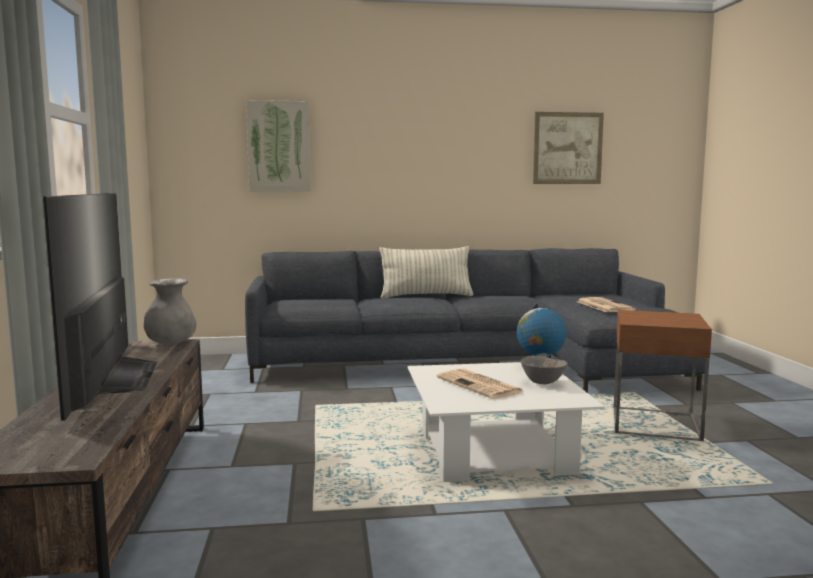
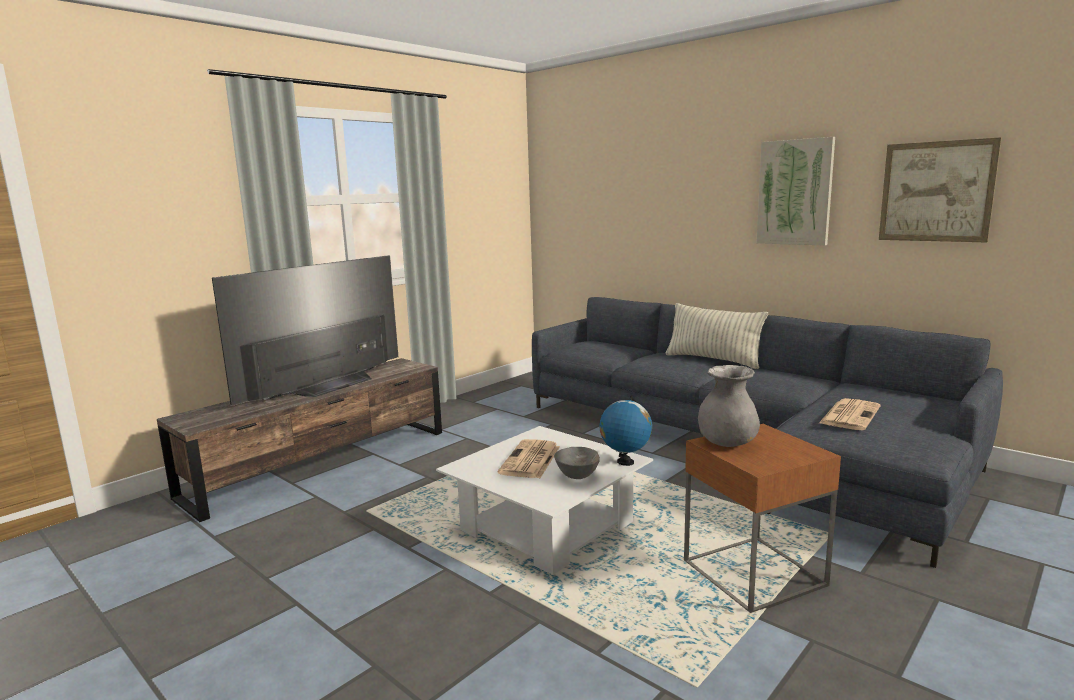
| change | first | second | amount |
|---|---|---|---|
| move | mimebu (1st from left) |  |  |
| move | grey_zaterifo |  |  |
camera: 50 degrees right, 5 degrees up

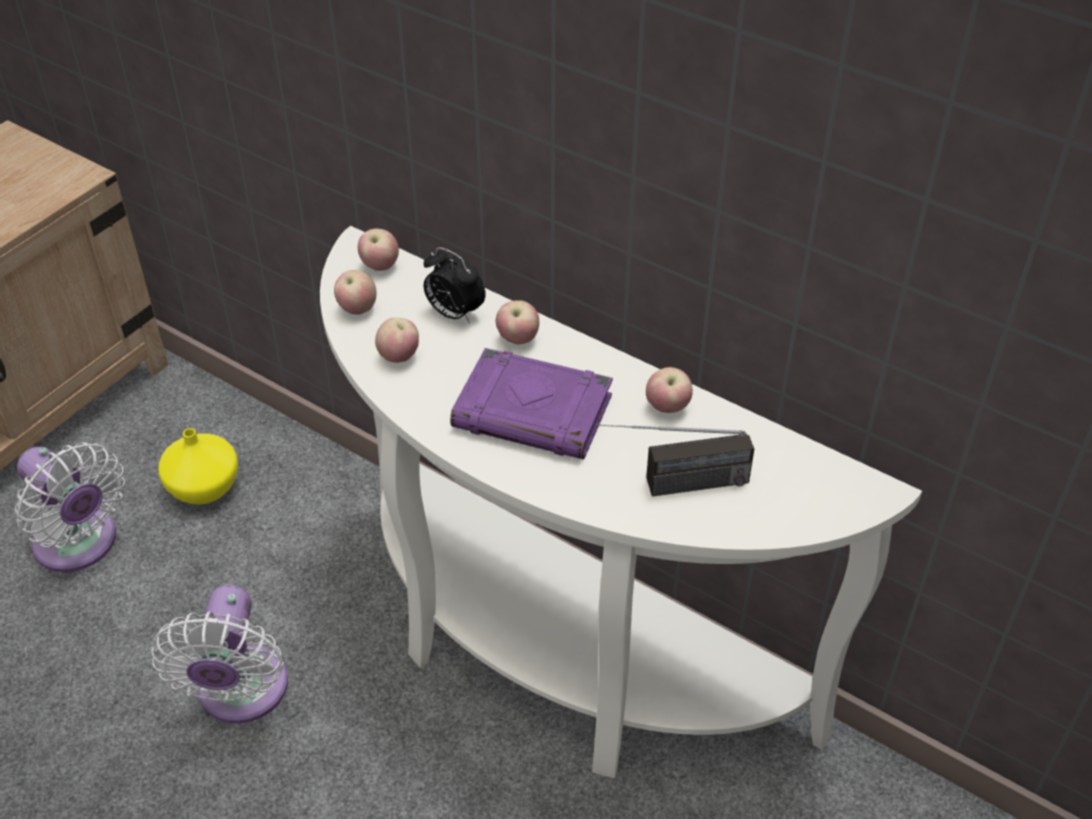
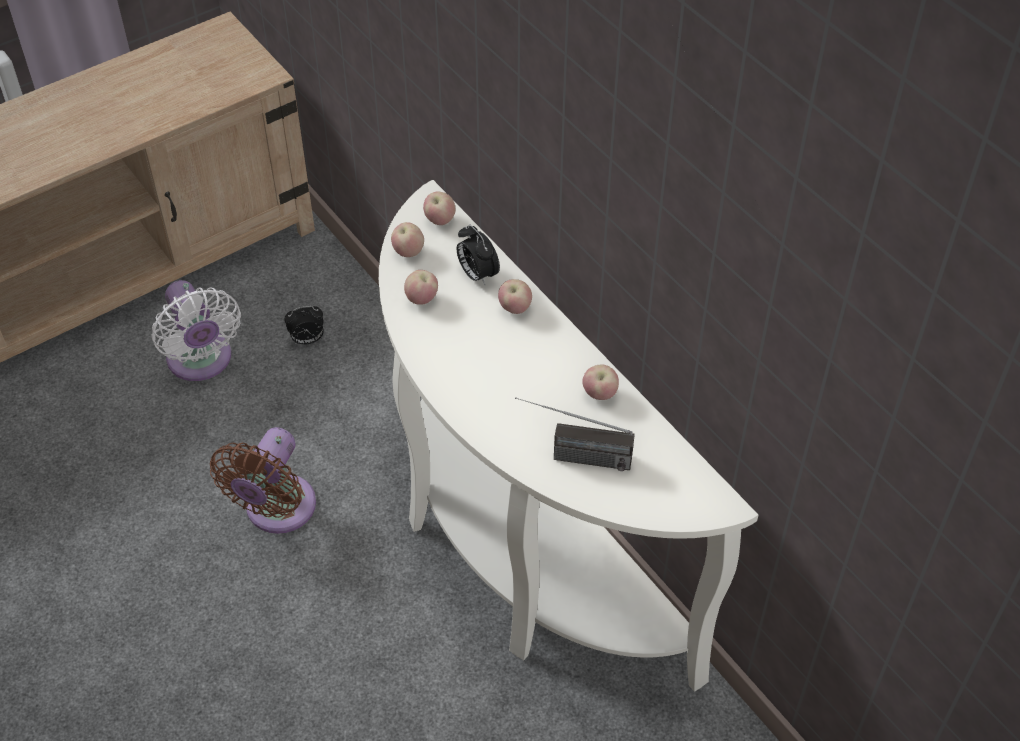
| change | first | second | amount |
|---|---|---|---|
| delete | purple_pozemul |  |  |
| replace | yellow_zaterifo | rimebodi (1st from left) |  |
| recolor | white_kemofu (2nd from left) | brown_kemofu |  |
camera: 20 degrees right, 5 degrees up

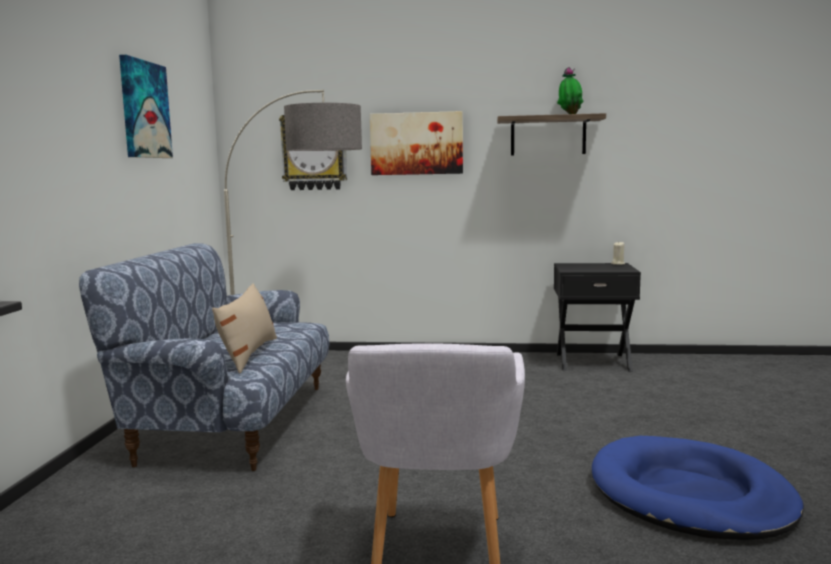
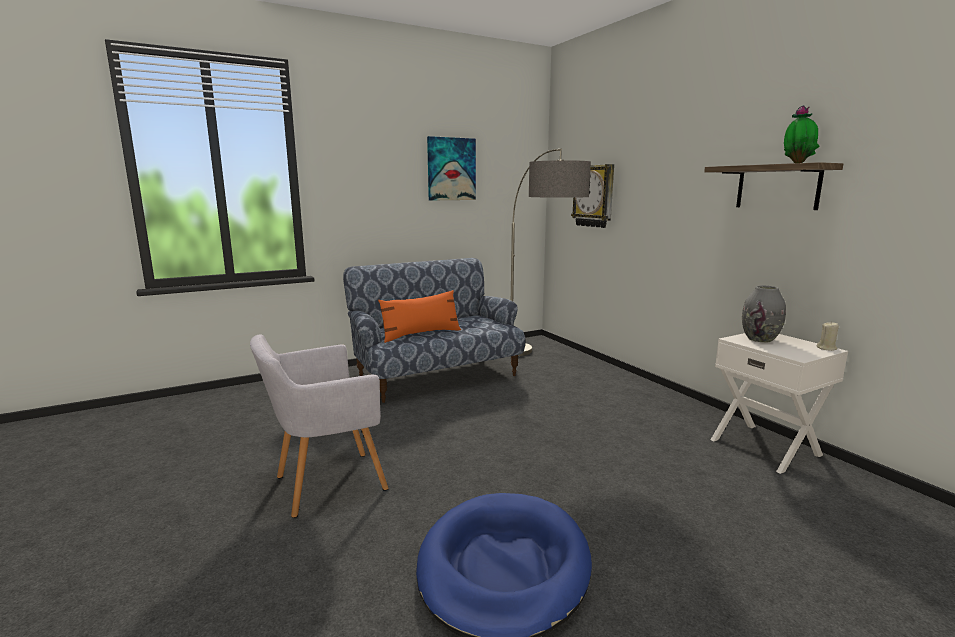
| change | first | second | amount |
|---|---|---|---|
| delete | mimebu (2nd from left) |  |  |
| recolor | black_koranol | white_koranol |  |
| recolor | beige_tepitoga | orange_tepitoga |  |
| insert |  | grey_zaterifo |  |
camera: 55 degrees right, 5 degrees up

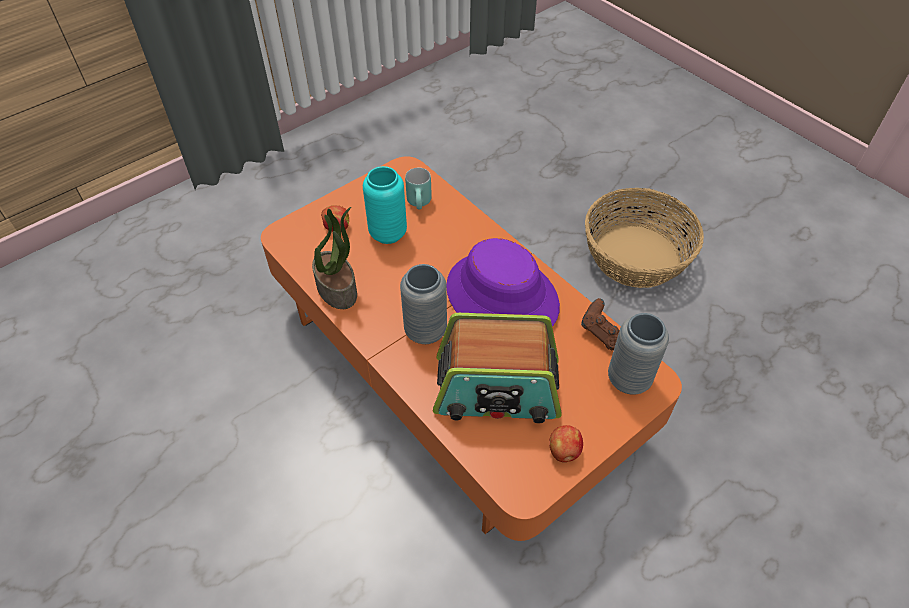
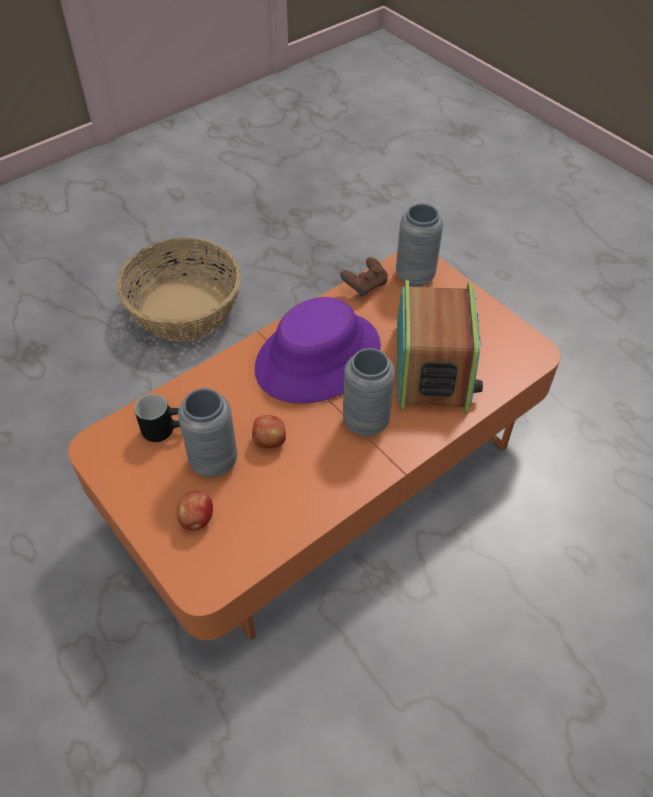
| change | first | second | amount |
|---|---|---|---|
| recolor | turquoise_zaterifo | grey_zaterifo (1st from left) |  |
| recolor | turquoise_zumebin | black_zumebin |  |
| delete | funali |  |  |
| move | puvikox (2nd from left) |  |  |
camera: 90 degrees left, 0 degrees up

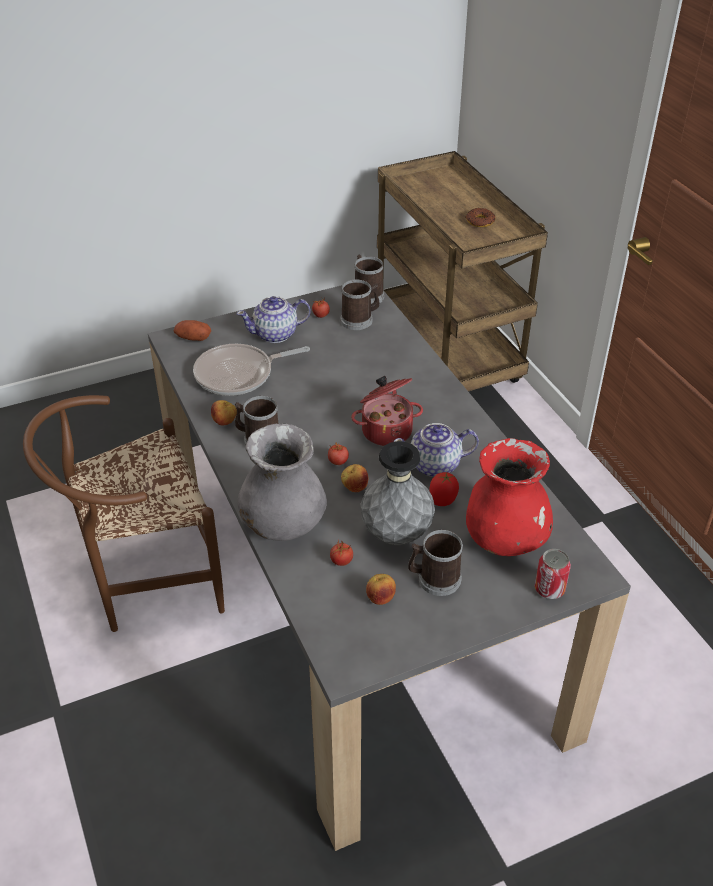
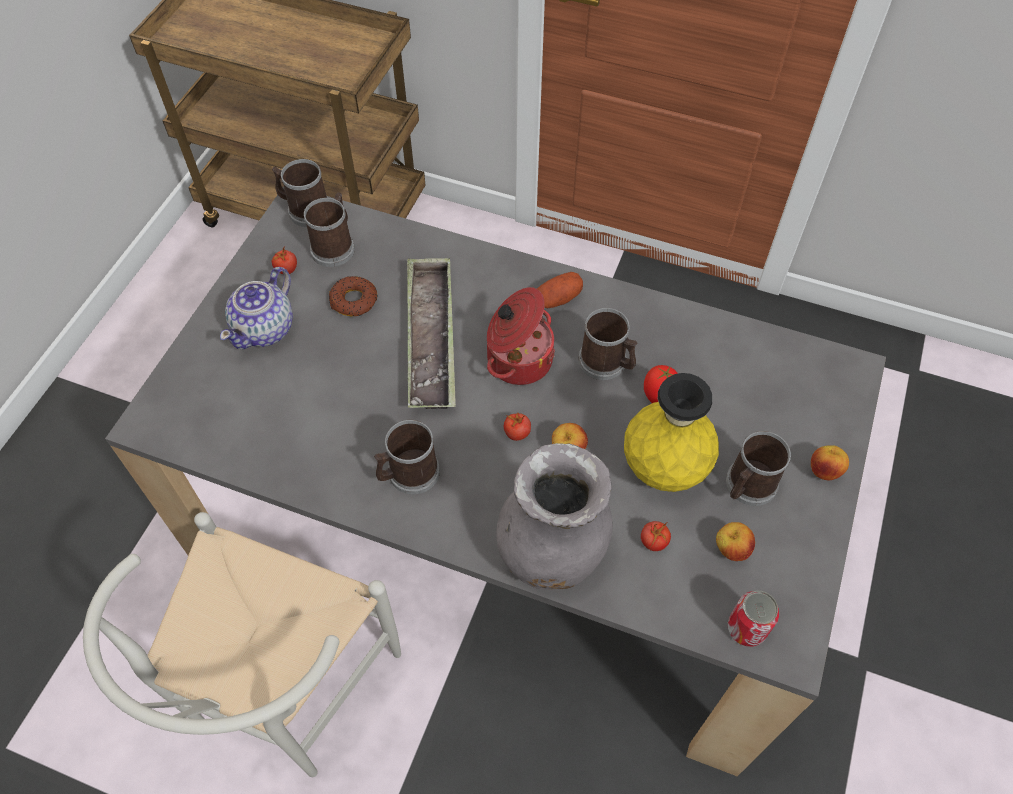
| change | first | second | amount |
|---|---|---|---|
| move | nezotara |  |  |
| move | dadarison |  |  |
| delete | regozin |  |  |
| recolor | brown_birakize | white_birakize |  |
| move | puvikox (1st from left in the first image) | puvikox (3rd from left) |  |
| replace | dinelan (2nd from left) | zumebin (4th from left) |  |
| delete | red_zaterifo |  |  |
| recolor | grey_zaterifo (2nd from left) | yellow_zaterifo |  |
| move | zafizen |  |  |
| insert |  | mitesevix |  |
camera: 45 degrees left, 15 degrees up

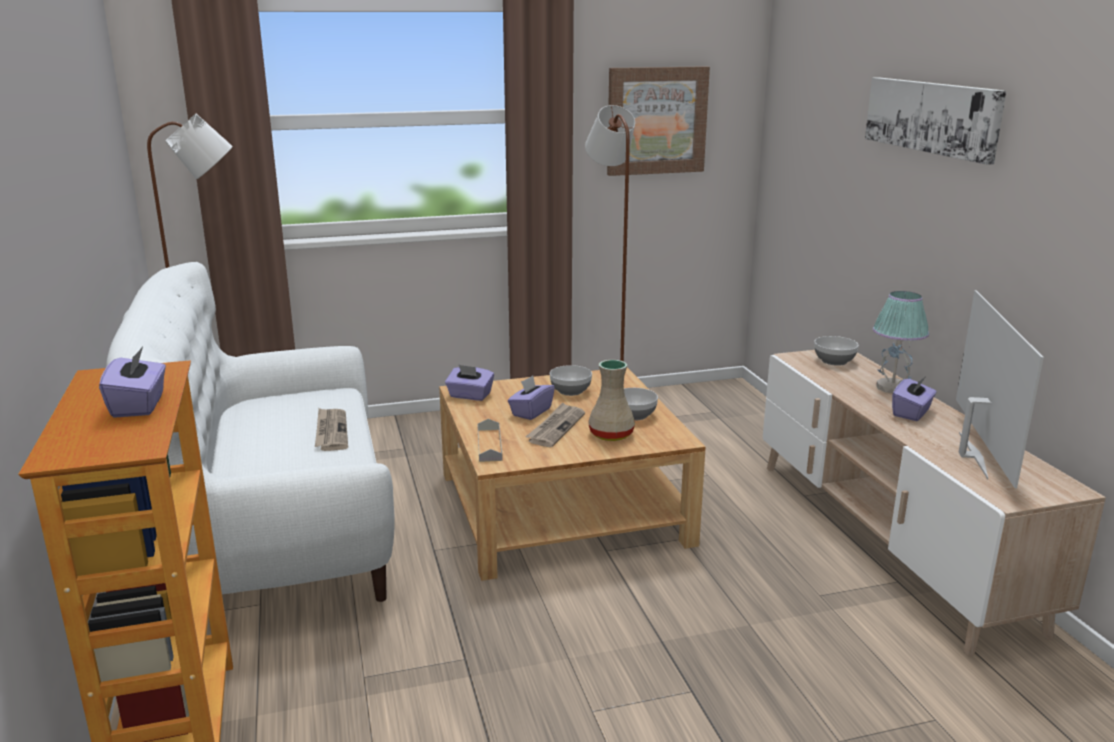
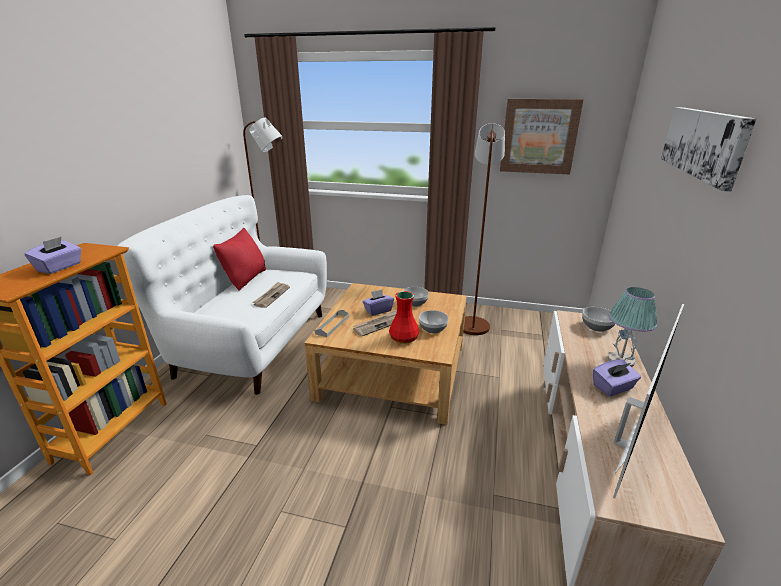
| change | first | second | amount |
|---|---|---|---|
| recolor | beige_zaterifo | red_zaterifo |  |
| delete | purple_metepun (2nd from left) |  |  |
| insert |  | red_tepitoga |  |
camera: 30 degrees right, 5 degrees up

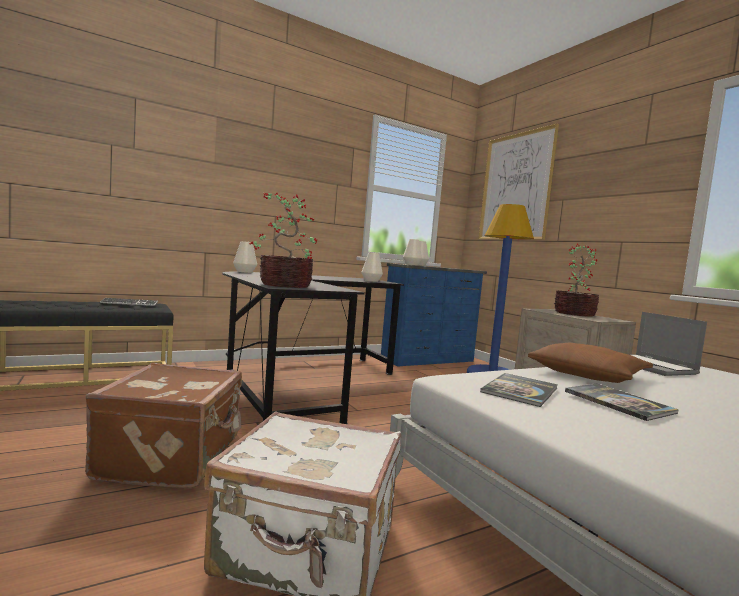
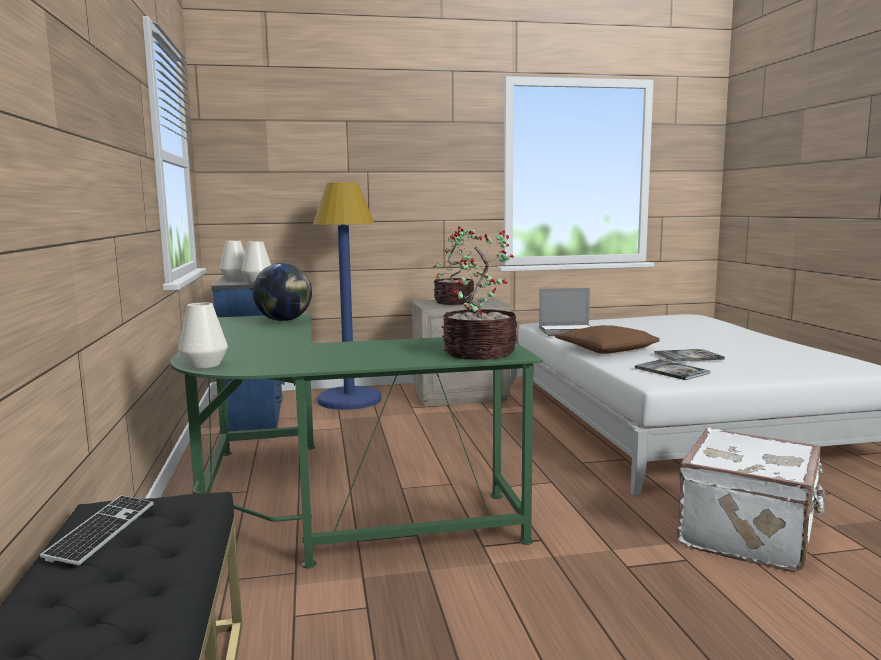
| change | first | second | amount |
|---|---|---|---|
| delete | mimebu |  |  |
| replace | white_zaterifo (2nd from left) | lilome |  |
| recolor | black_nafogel | green_nafogel |  |
| delete | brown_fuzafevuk |  |  |
camera: 70 degrees left, 5 degrees up

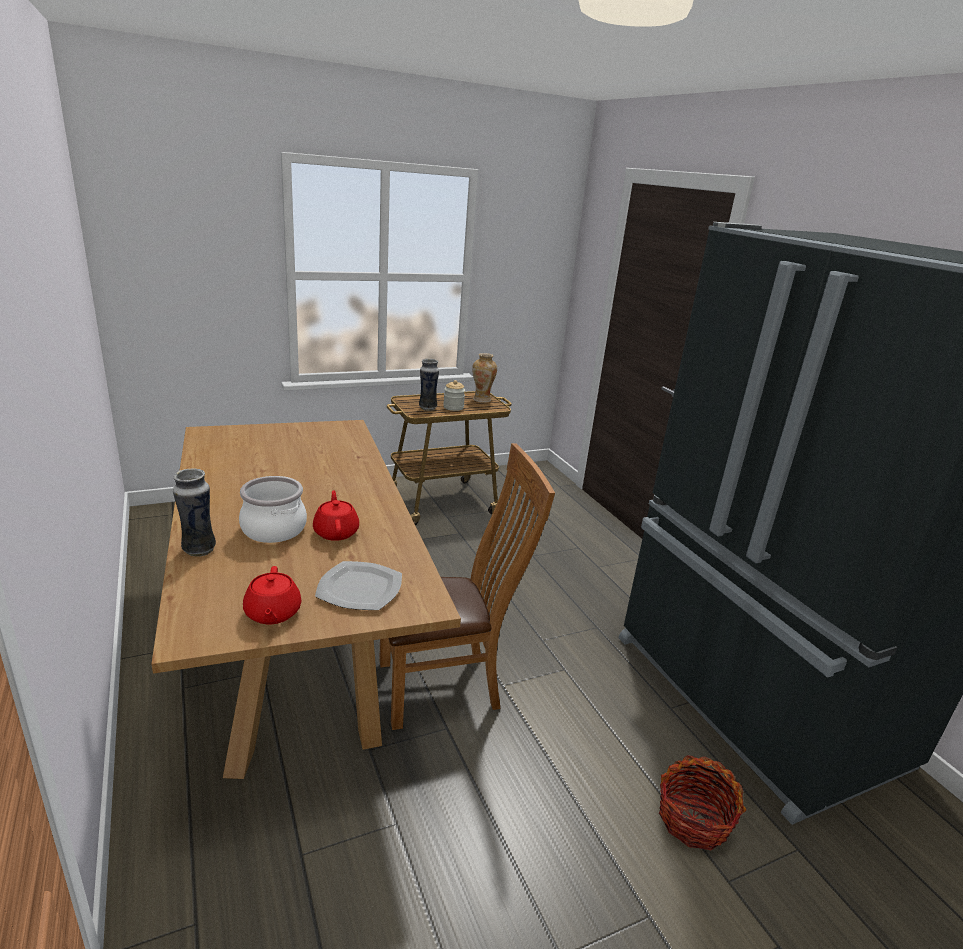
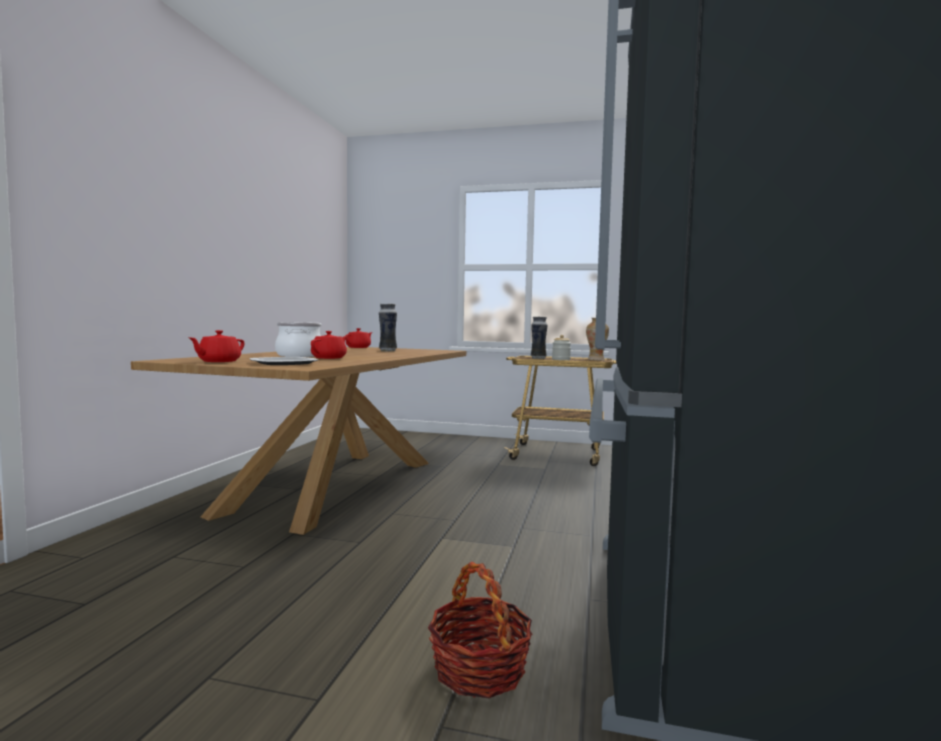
| change | first | second | amount |
|---|---|---|---|
| delete | brown_birakize |  |  |
| move | zaterifo (1st from left) |  |  |
| insert |  | red_dinelan (3rd from left) |  |
camera: 40 degrees right, 20 degrees down

